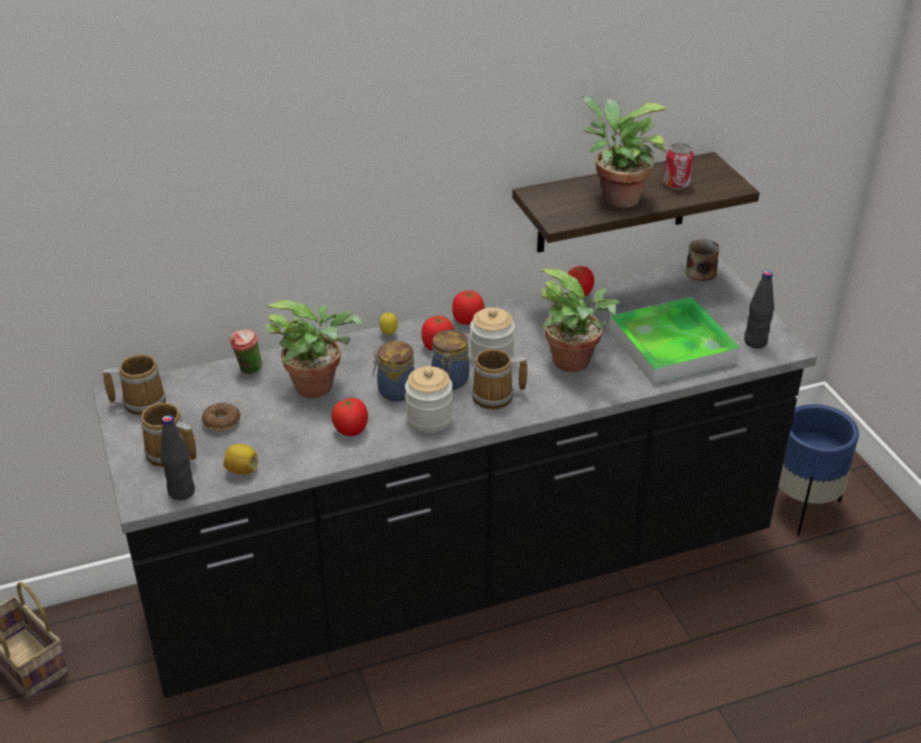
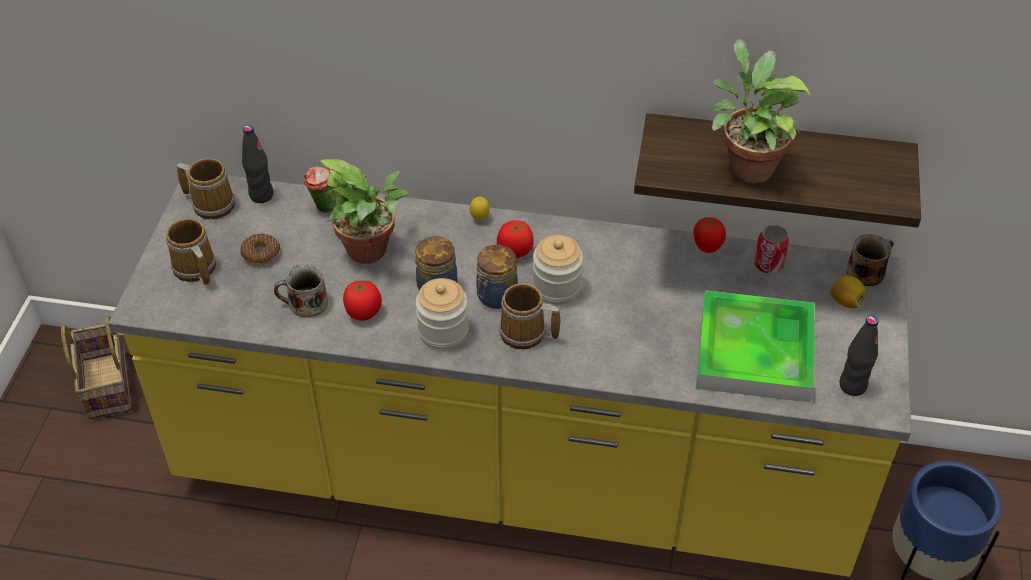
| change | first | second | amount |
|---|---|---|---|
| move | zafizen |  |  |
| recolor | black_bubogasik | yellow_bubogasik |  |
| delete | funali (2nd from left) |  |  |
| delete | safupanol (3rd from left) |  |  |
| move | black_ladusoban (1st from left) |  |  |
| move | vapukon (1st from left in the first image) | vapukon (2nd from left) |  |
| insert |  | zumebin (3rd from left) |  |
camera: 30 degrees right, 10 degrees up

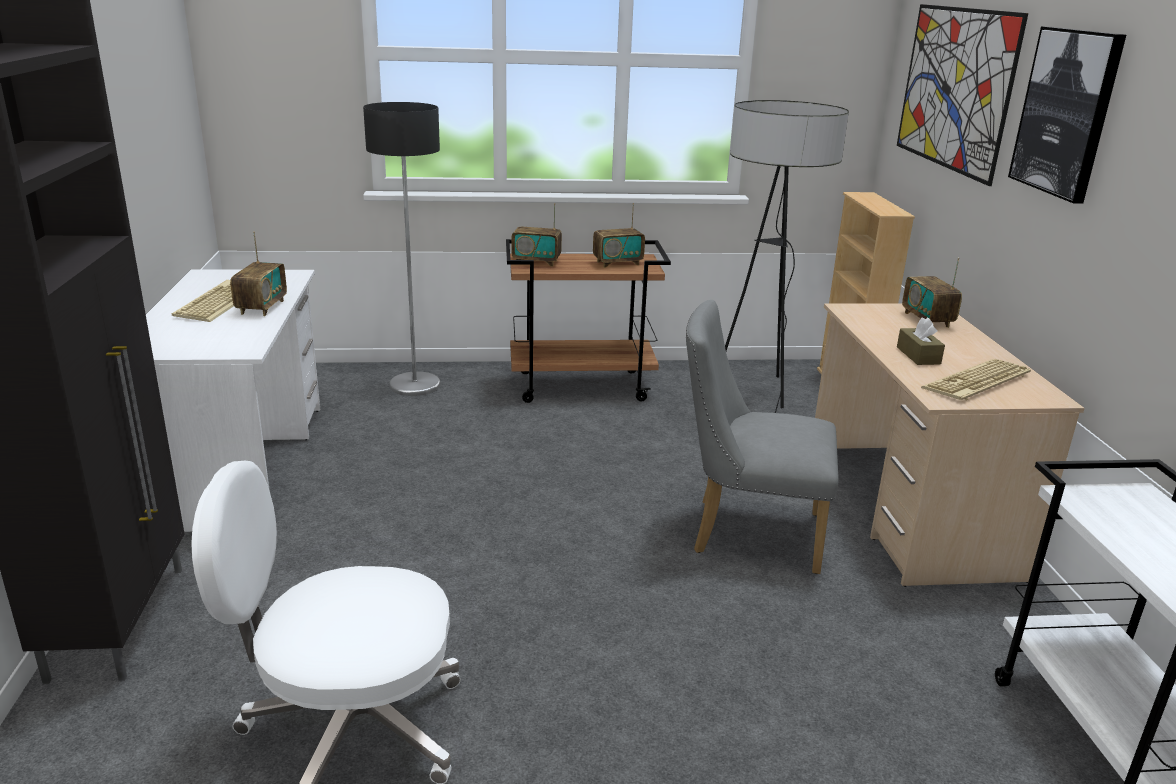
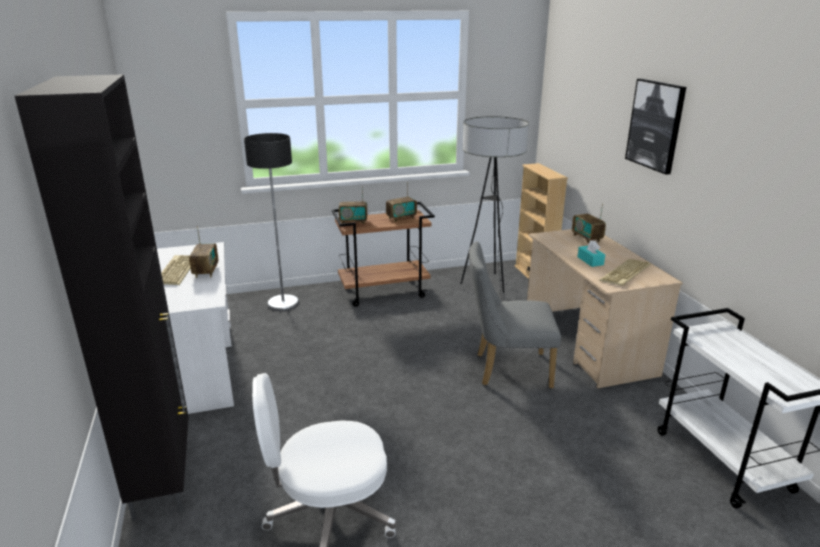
| change | first | second | amount |
|---|---|---|---|
| delete | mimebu (1st from left) |  |  |
| recolor | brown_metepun | turquoise_metepun |  |
camera: 10 degrees left, 0 degrees up

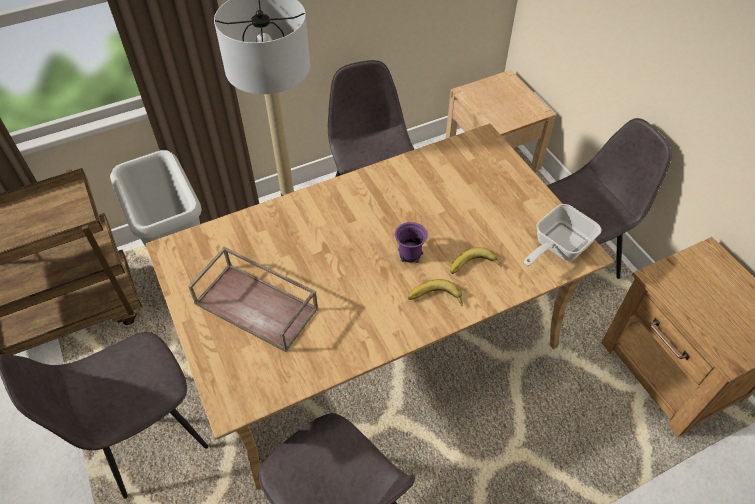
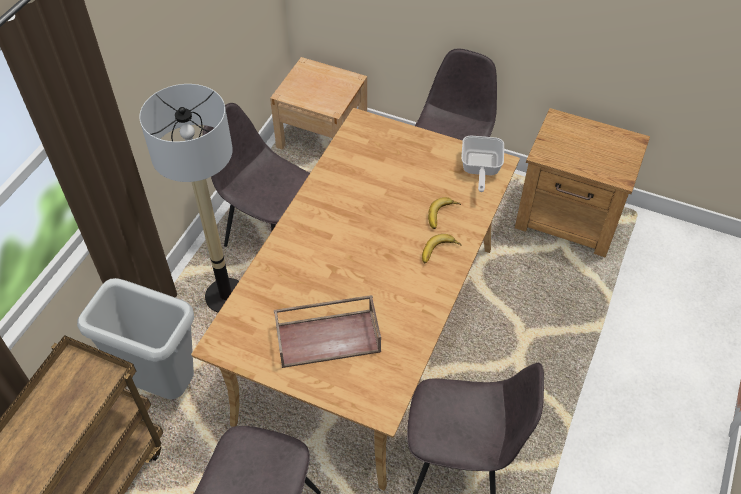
| change | first | second | amount |
|---|---|---|---|
| delete | purple_zumebin |  |  |
camera: 40 degrees left, 0 degrees up

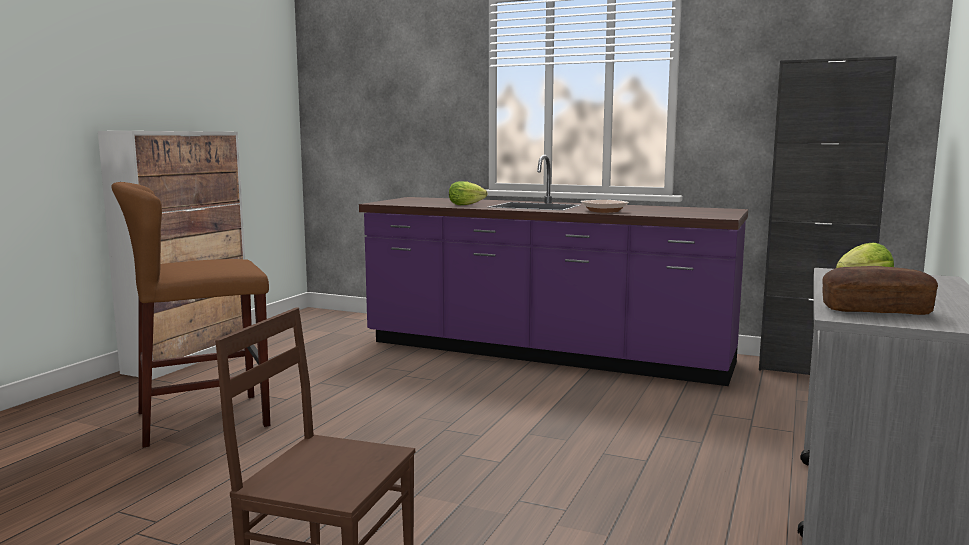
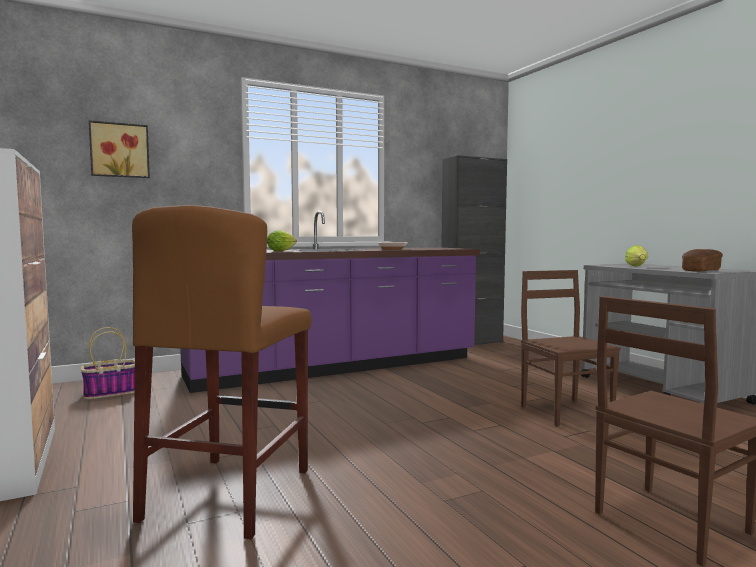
| change | first | second | amount |
|---|---|---|---|
| insert |  | mimebu |  |
| insert |  | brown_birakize (1st from left) |  |
| insert |  | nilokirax |  |
camera: 50 degrees left, 5 degrees down

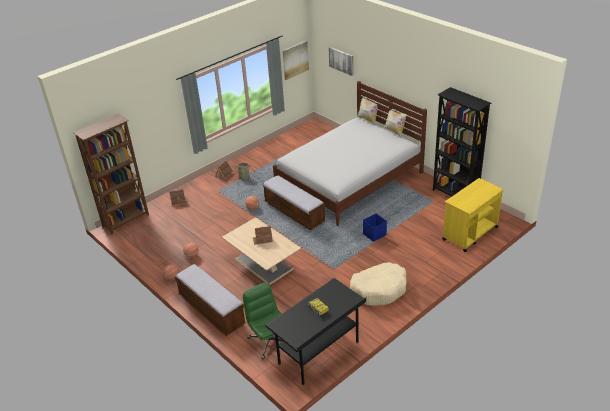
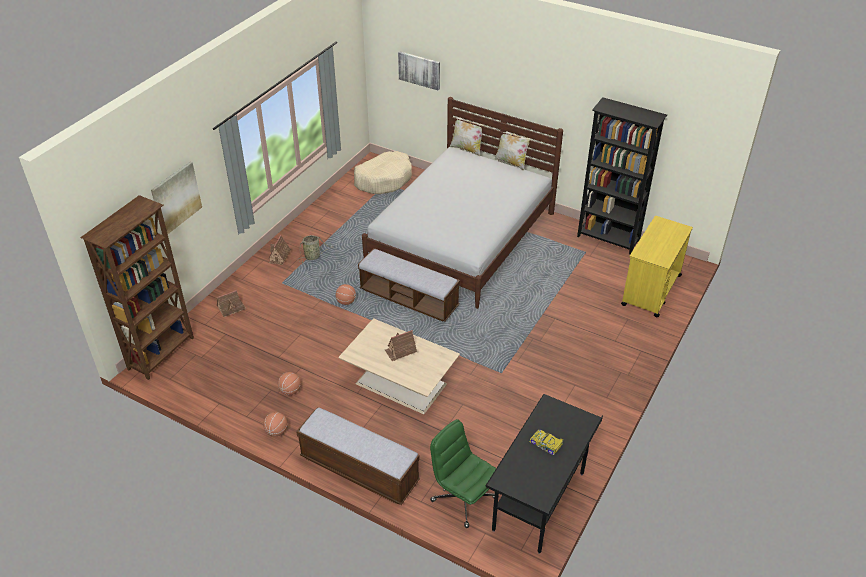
| change | first | second | amount |
|---|---|---|---|
| move | mimebu (1st from left) |  |  |
| delete | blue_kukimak |  |  |
| move | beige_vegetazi |  |  |
camera: 20 degrees left, 5 degrees up

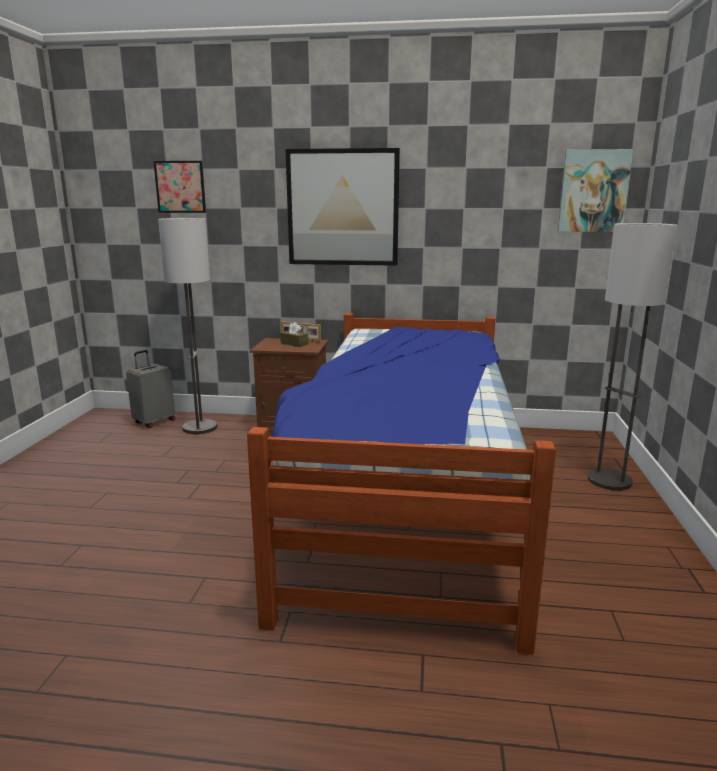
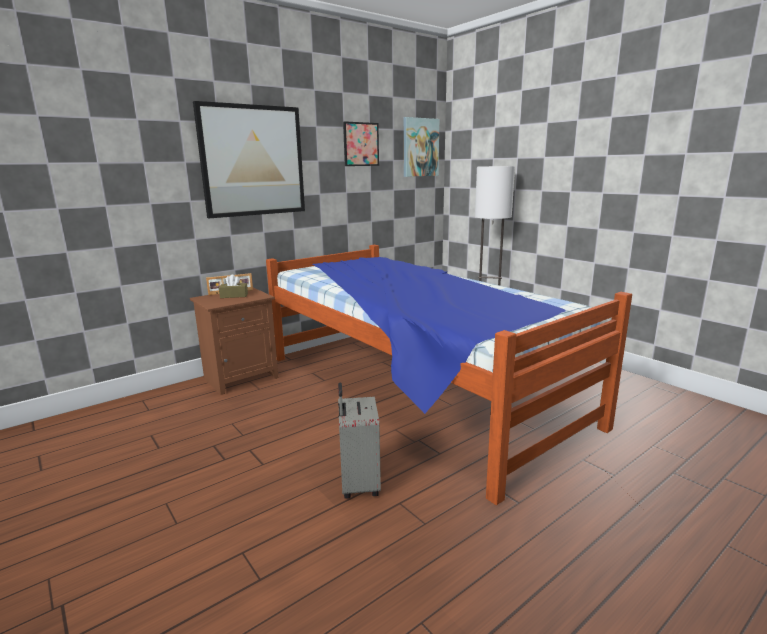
| change | first | second | amount |
|---|---|---|---|
| move | mimebu (1st from left in the first image) | mimebu (2nd from left) |  |
| delete | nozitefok (1st from left) |  |  |
| move | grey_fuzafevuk |  |  |
camera: 45 degrees left, 0 degrees up

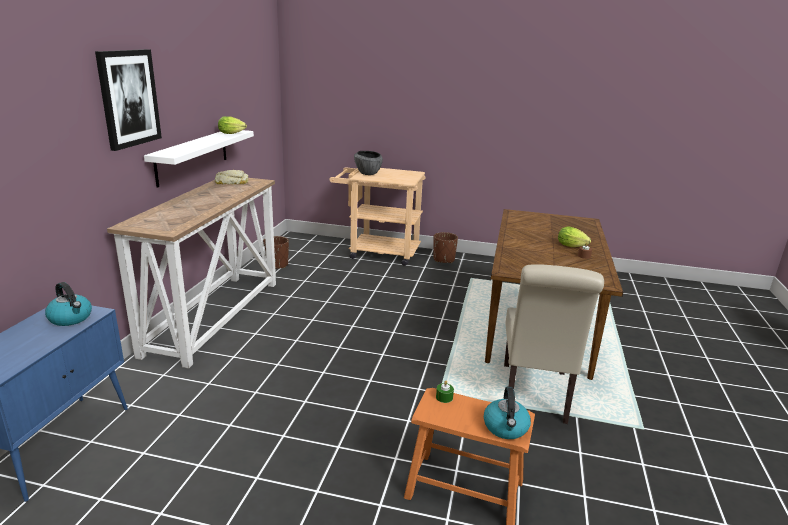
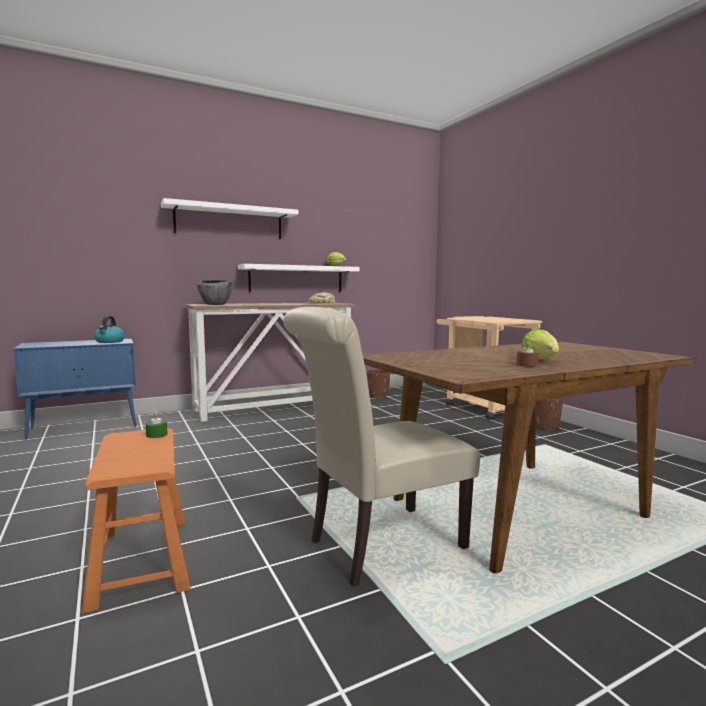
| change | first | second | amount |
|---|---|---|---|
| replace | mimebu | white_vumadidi (1st from left) |  |
| move | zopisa |  |  |
| delete | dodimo (2nd from left) |  |  |
camera: 50 degrees right, 15 degrees down

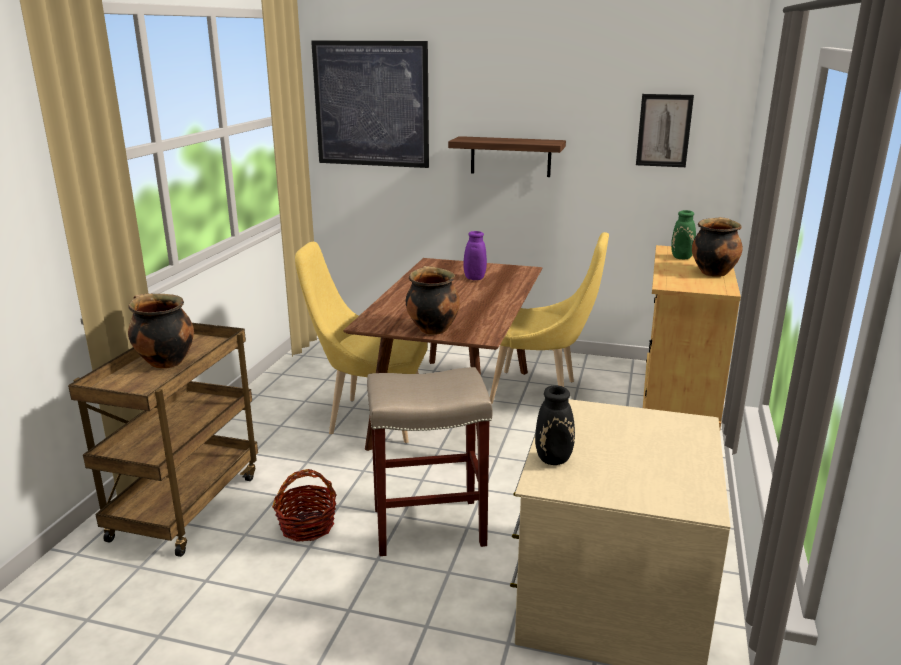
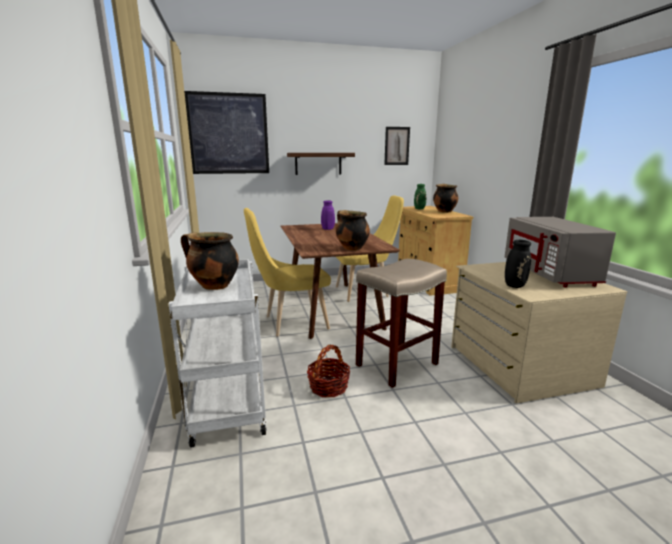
| change | first | second | amount |
|---|---|---|---|
| recolor | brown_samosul | white_samosul |  |
| insert |  | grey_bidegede |  |
camera: 30 degrees left, 5 degrees down

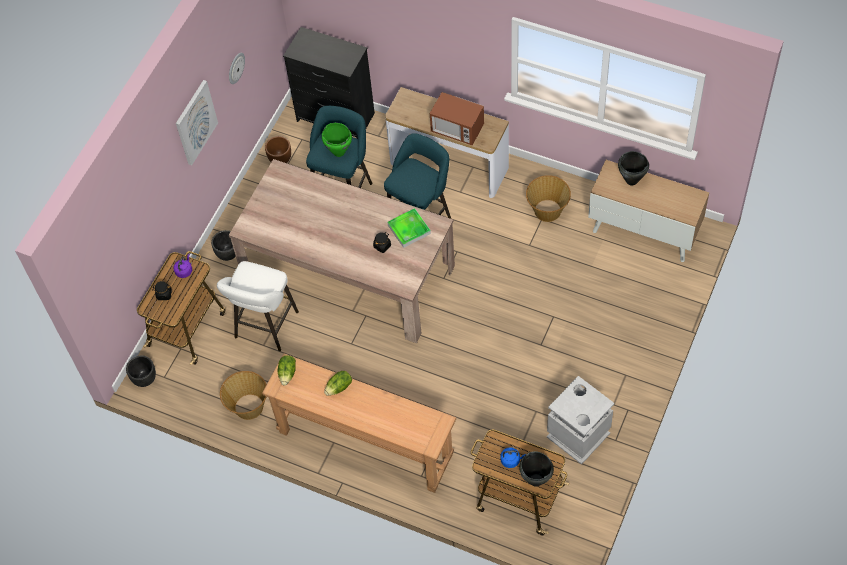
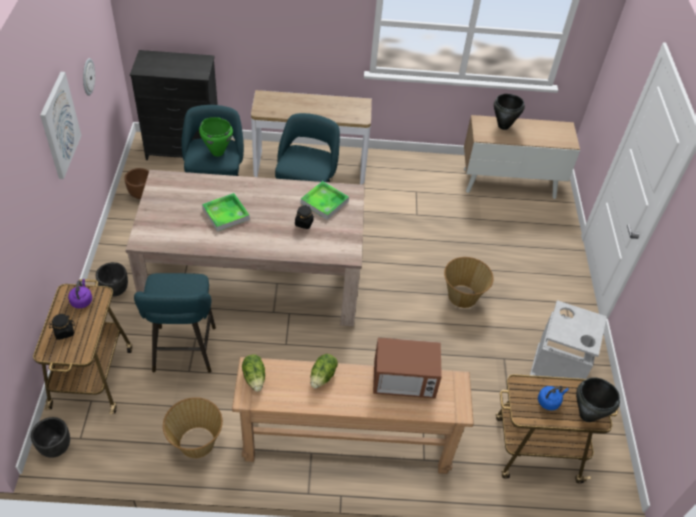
| change | first | second | amount |
|---|---|---|---|
| move | bidegede |  |  |
| move | nilokirax (2nd from left) |  |  |
| recolor | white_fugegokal | turquoise_fugegokal (1st from left) |  |
| insert |  | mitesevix (1st from left) |  |
camera: 30 degrees left, 10 degrees down

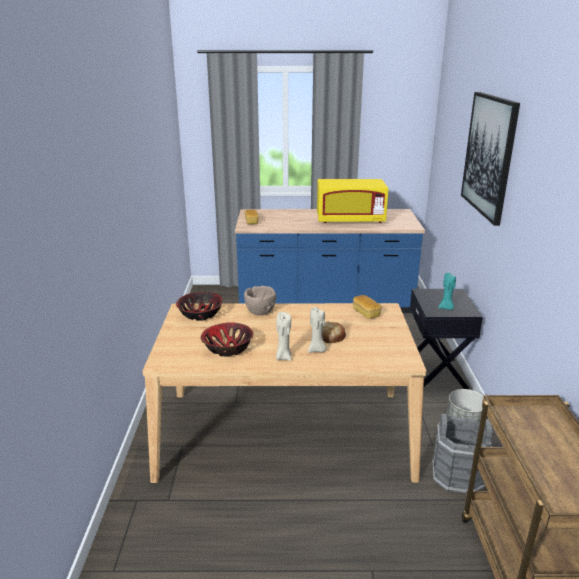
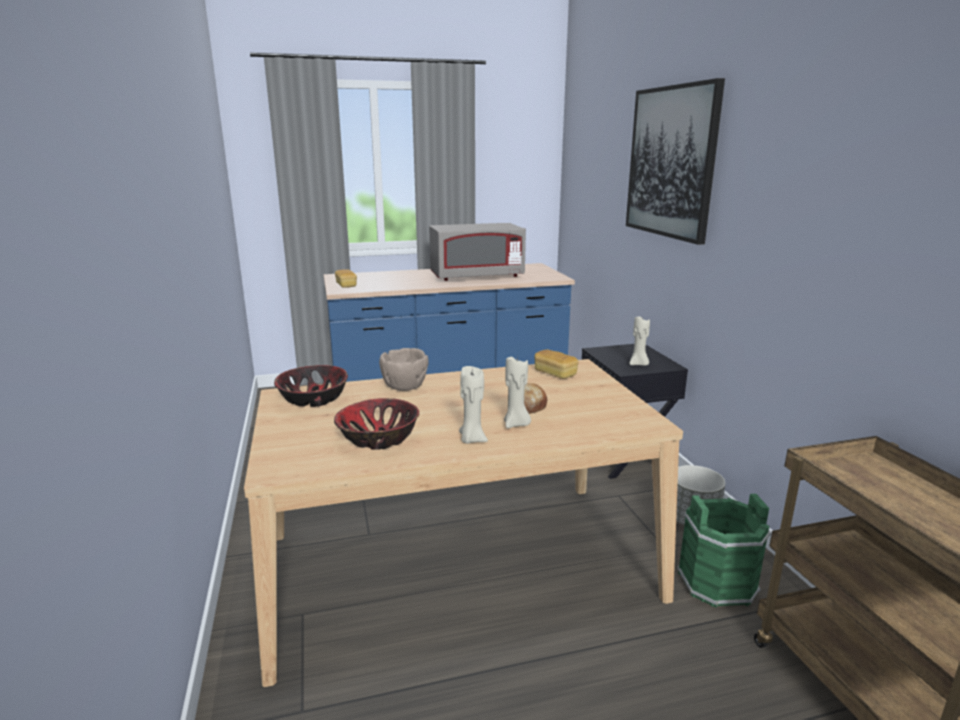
| change | first | second | amount |
|---|---|---|---|
| recolor | yellow_bidegede | grey_bidegede |  |
| recolor | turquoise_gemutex | beige_gemutex (3rd from left) |  |
| recolor | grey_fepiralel | green_fepiralel |  |
camera: 15 degrees left, 5 degrees down

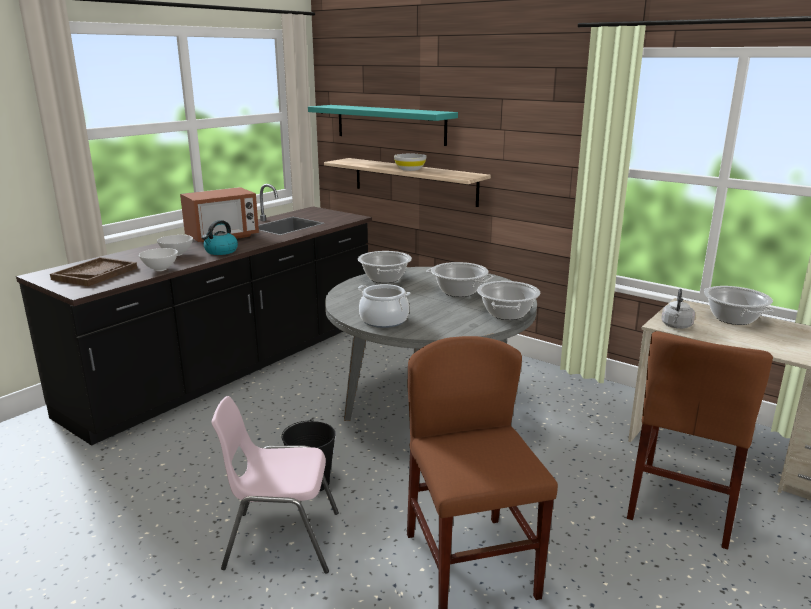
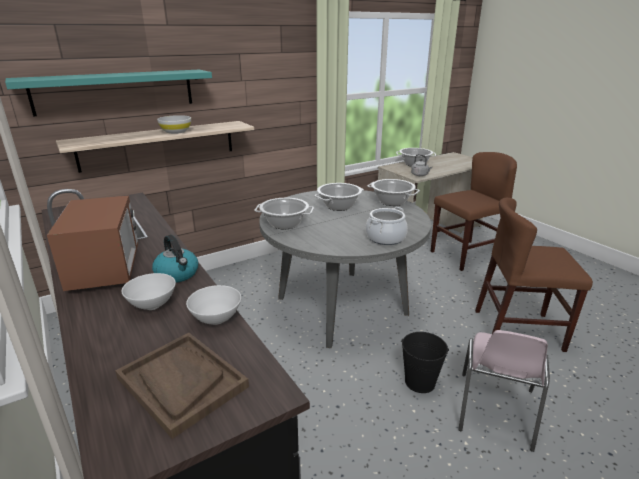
| change | first | second | amount |
|---|---|---|---|
| rotate | brown_birakize (2nd from left in the first image) | brown_birakize (1st from left) | 75 degrees counterclockwise |
camera: 70 degrees left, 5 degrees up

